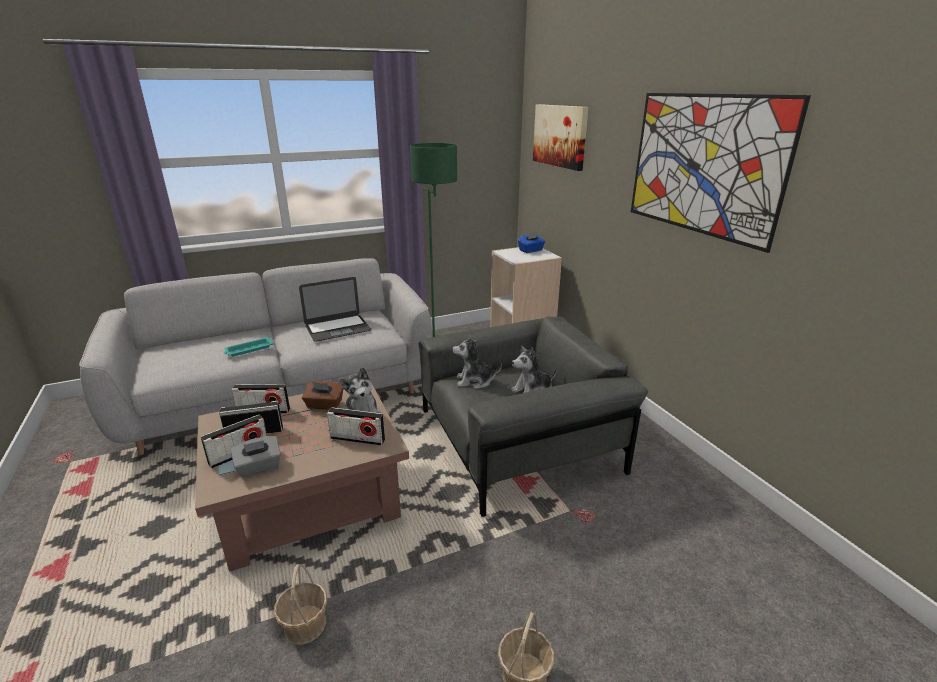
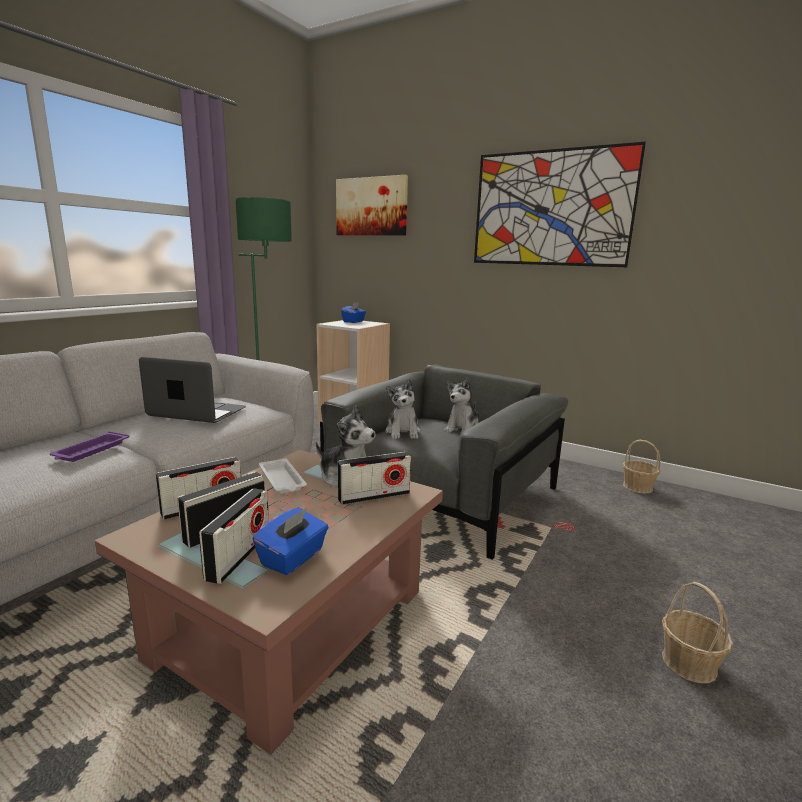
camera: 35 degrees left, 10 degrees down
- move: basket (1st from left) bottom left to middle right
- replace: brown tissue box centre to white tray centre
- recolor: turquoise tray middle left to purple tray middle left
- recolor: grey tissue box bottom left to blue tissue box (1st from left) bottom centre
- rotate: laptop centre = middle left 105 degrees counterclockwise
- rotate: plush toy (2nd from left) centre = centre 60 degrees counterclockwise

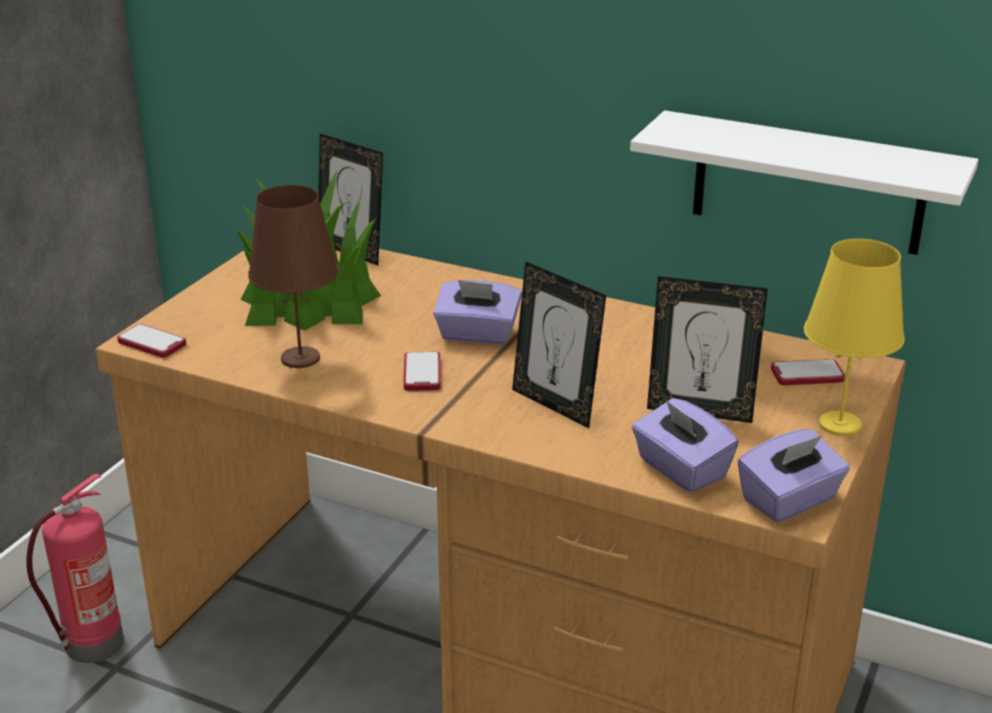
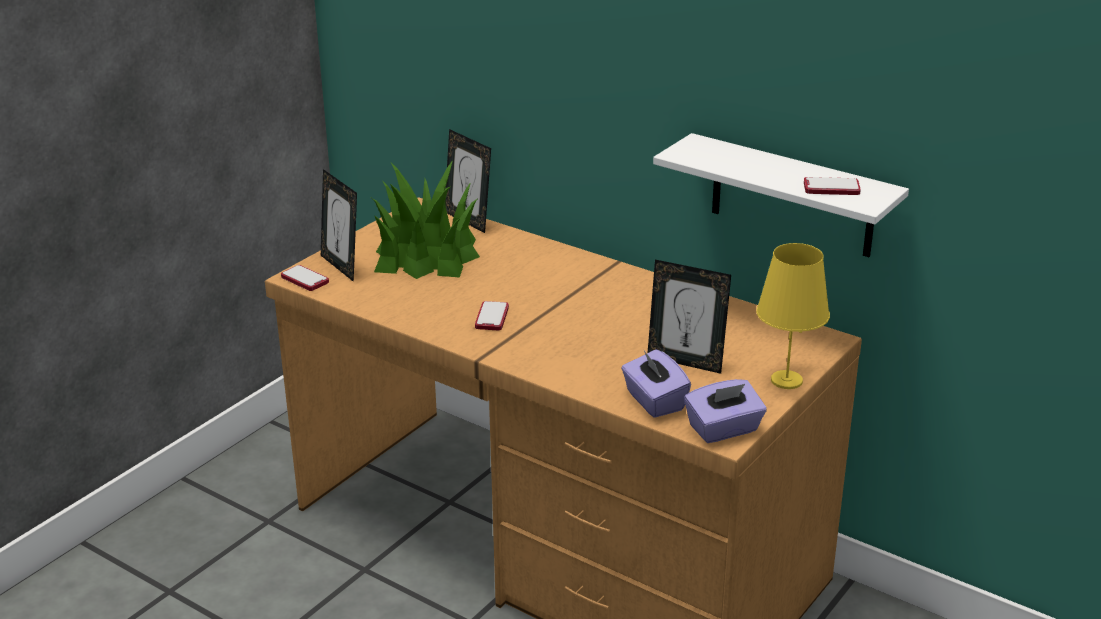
camera: 10 degrees right, 0 degrees up
- delete: fire extinguisher bottom left
- delete: brown table lamp middle left
- delete: purple tissue box (1st from left) centre
- move: picture frame (2nd from left in the first image) centre to picture frame (1st from left) middle left
- move: phone (3rd from left) middle right to top right

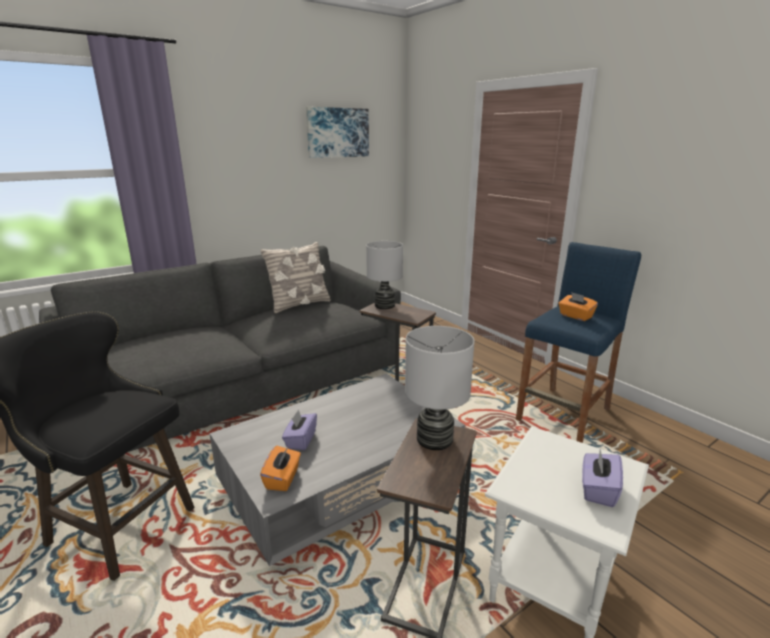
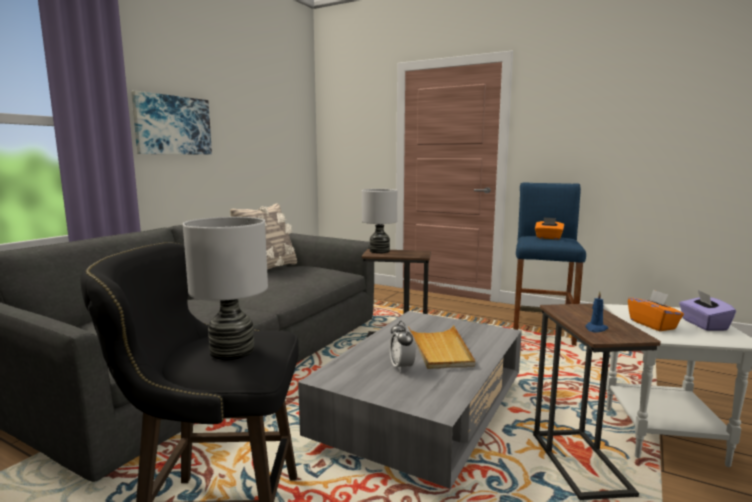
camera: 25 degrees left, 10 degrees down
- insert: beige tray bottom centre
- insert: blue candle middle right
- move: orange tissue box (1st from left in the first image) bottom centre to orange tissue box (2nd from left) middle right
- move: picture top centre to top left
- move: grey table lamp (2nd from left in the first image) centre to grey table lamp (1st from left) middle left
- replace: purple tissue box (1st from left) bottom centre to alarm clock bottom centre

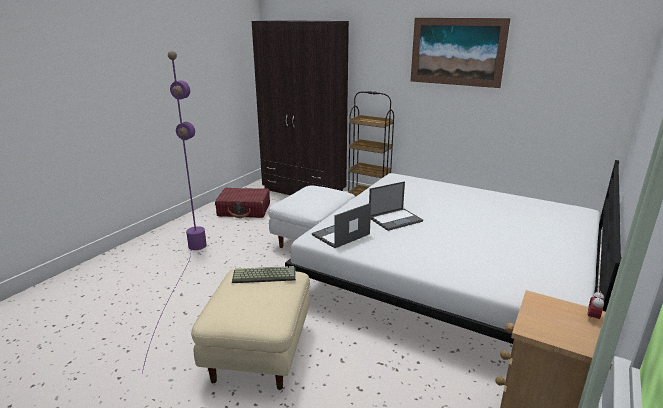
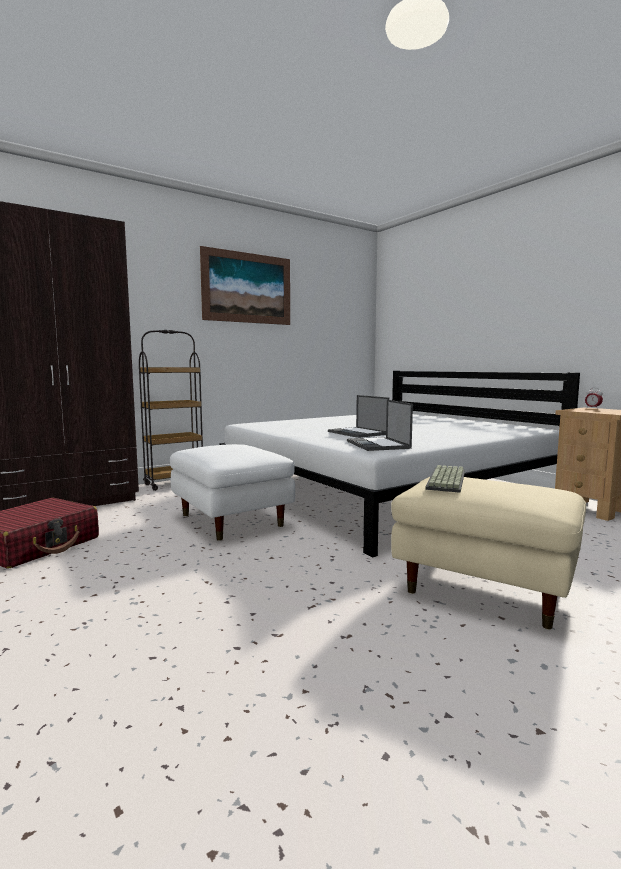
camera: 65 degrees left, 15 degrees down
- delete: purple floor lamp middle left
- rotate: laptop (2nd from left in the first image) centre = centre 150 degrees clockwise

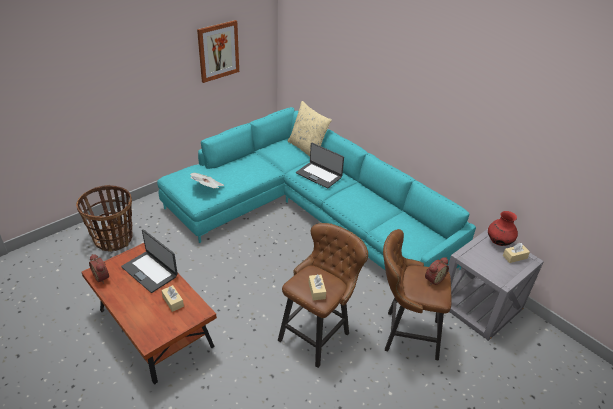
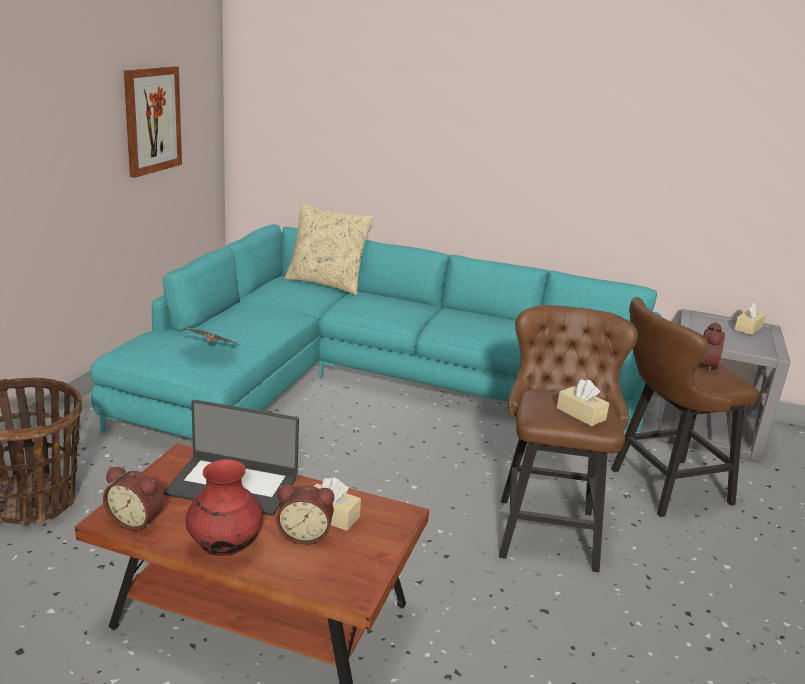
camera: 30 degrees left, 15 degrees down
- delete: laptop (2nd from left) centre
- insert: alarm clock (2nd from left) bottom centre
- move: red vase middle right to bottom left

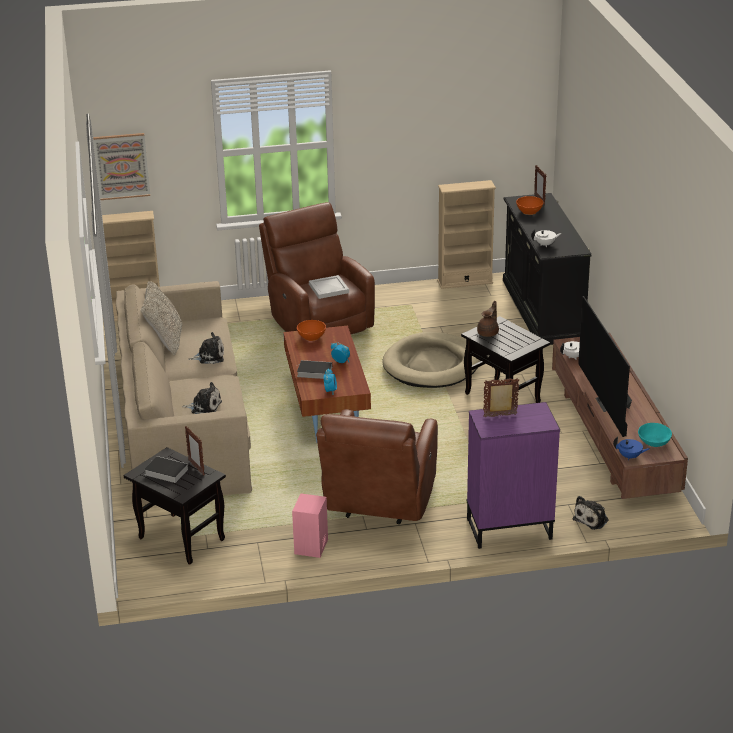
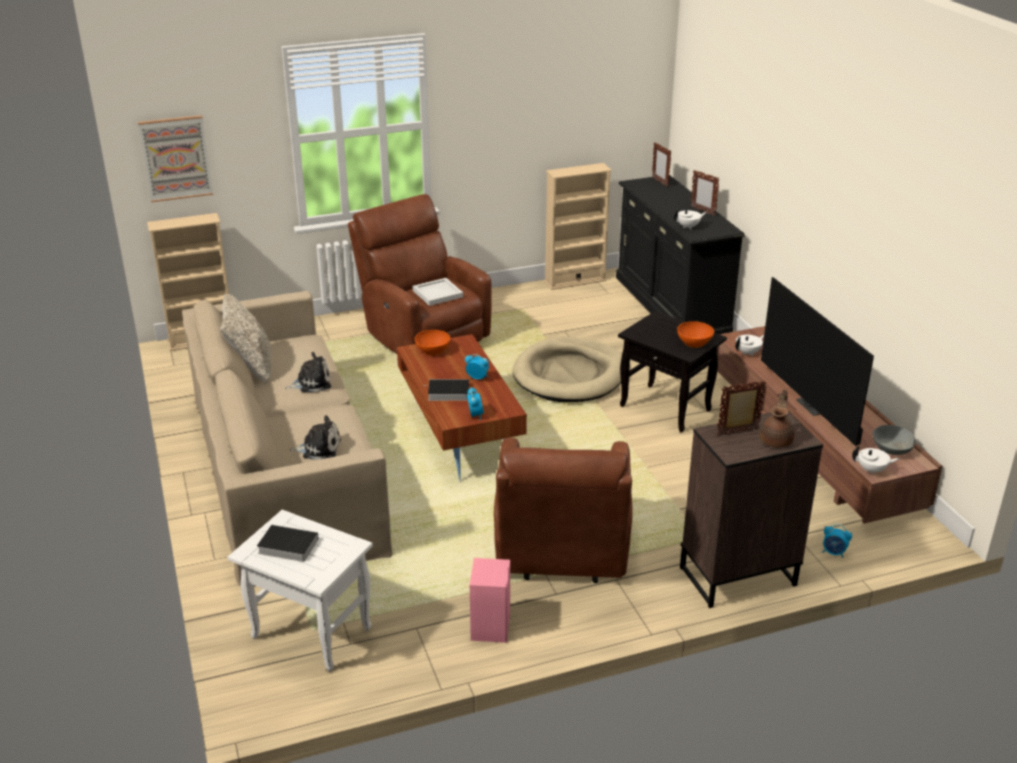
camera: 10 degrees left, 0 degrees up
- move: picture frame (1st from left in the first image) middle left to picture frame (2nd from left) top right
- move: brown teapot centre to middle right
- move: orange bowl (2nd from left) top right to middle right
- replace: plush toy (3rd from left) bottom right to alarm clock (3rd from left) bottom right
- recolor: black side table (1st from left) bottom left to white side table bottom left
- recolor: purple dresser middle right to brown dresser bottom right
- recolor: blue teapot middle right to white teapot (3rd from left) middle right
- recolor: turquoise bowl middle right to grey bowl middle right

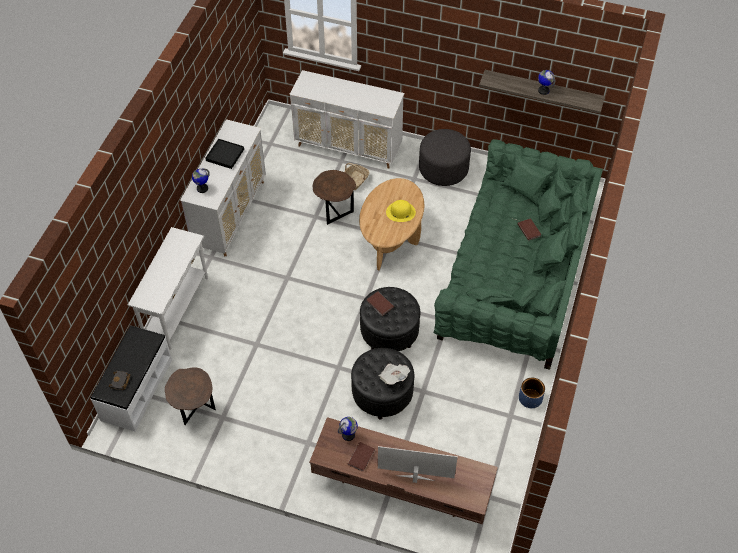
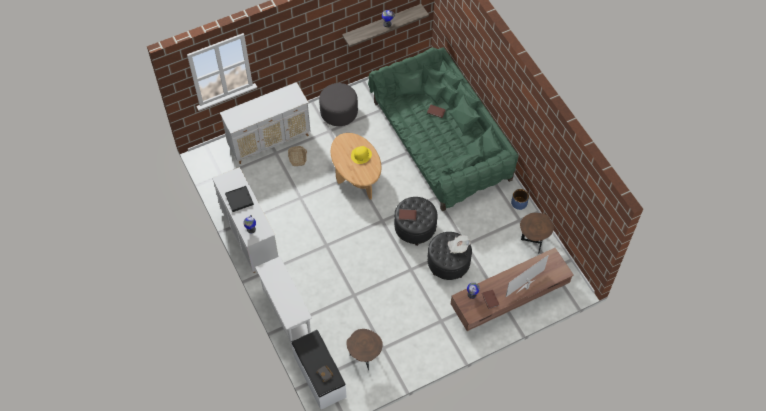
camera: 45 degrees left, 5 degrees up
- move: brown side table (2nd from left) centre to middle right

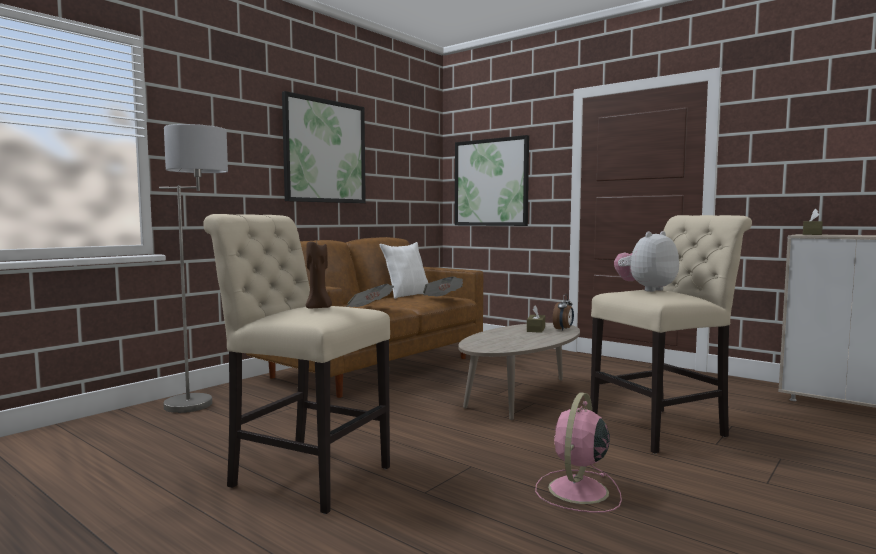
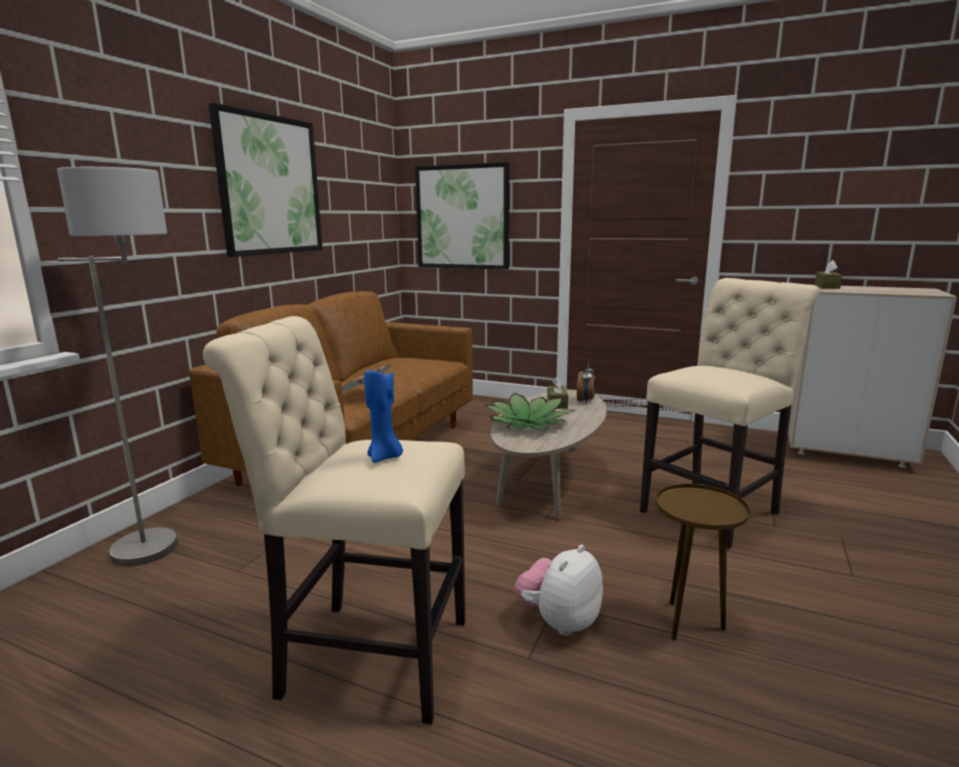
camera: 15 degrees left, 10 degrees up
- delete: white pillow centre
- delete: newspaper (2nd from left) centre
- insert: potted plant centre
- move: plush toy middle right to bottom centre
- replace: pink fan bottom centre to brown side table bottom right
- recolor: brown candle centre to blue candle centre

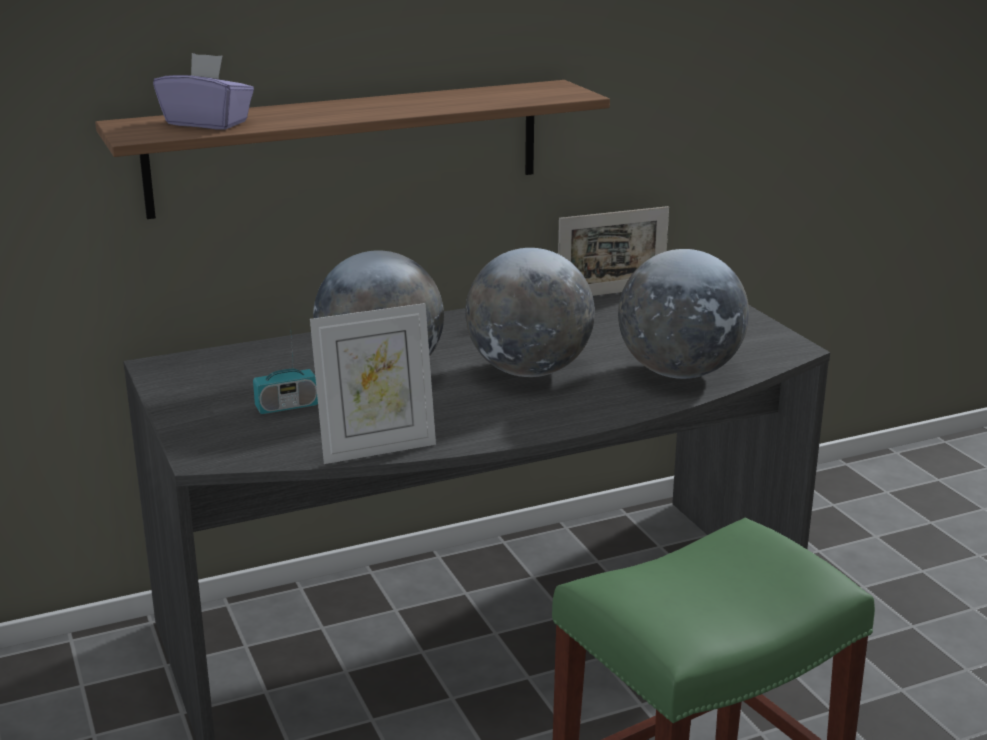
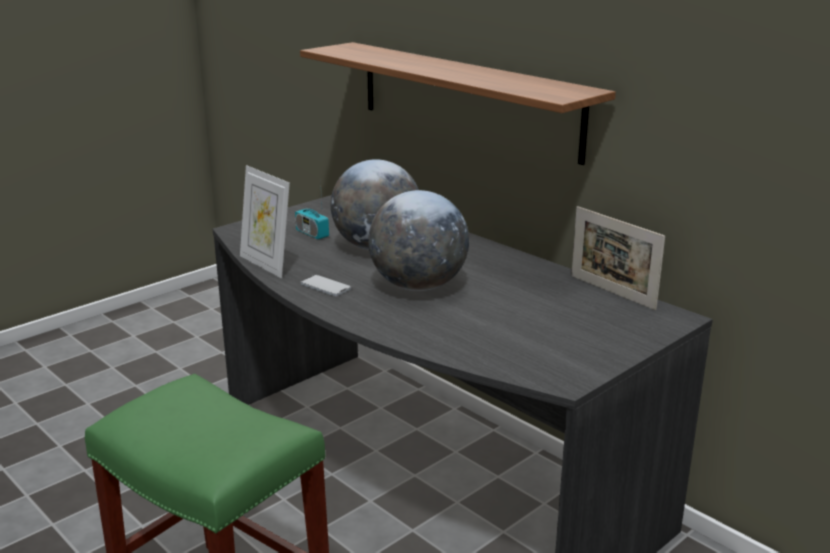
camera: 70 degrees right, 0 degrees up
- delete: purple tissue box top left
- delete: globe (3rd from left) middle right
- insert: phone centre

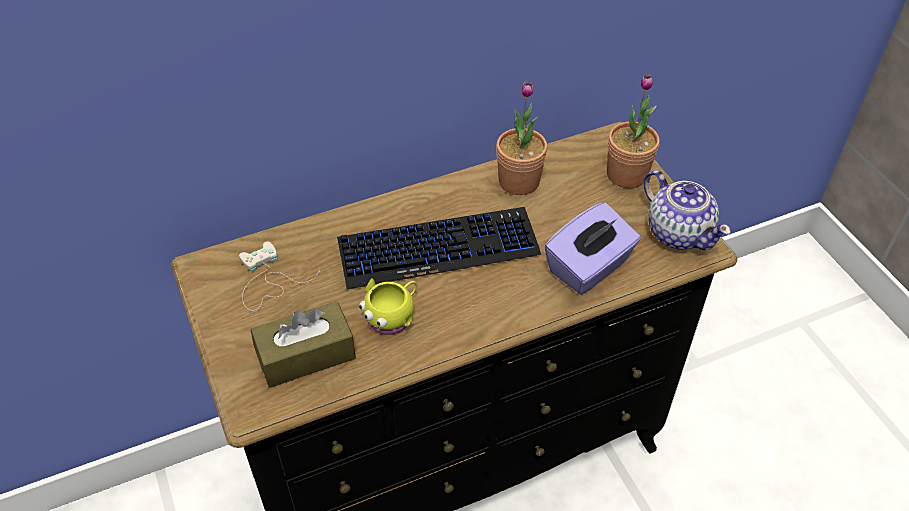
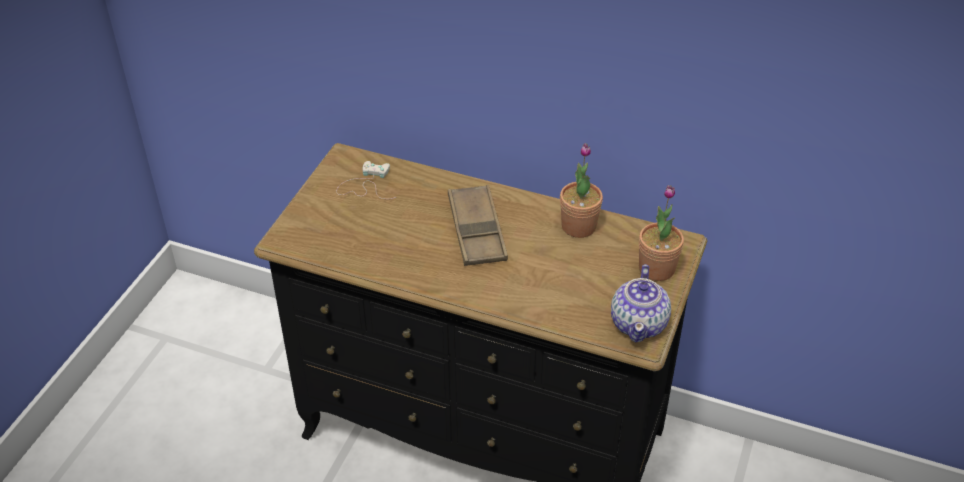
camera: 45 degrees right, 5 degrees down
- delete: brown tissue box bottom centre
- delete: yellow mug centre
- delete: purple tissue box centre
- replace: keyboard centre to brown tray centre

